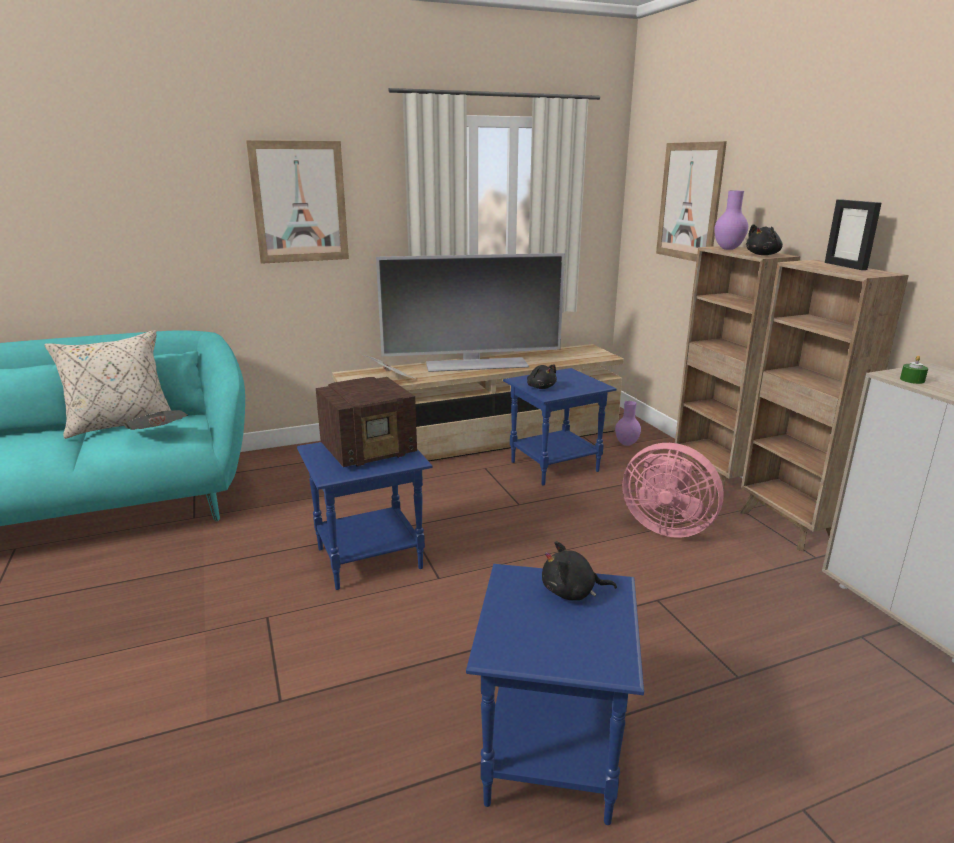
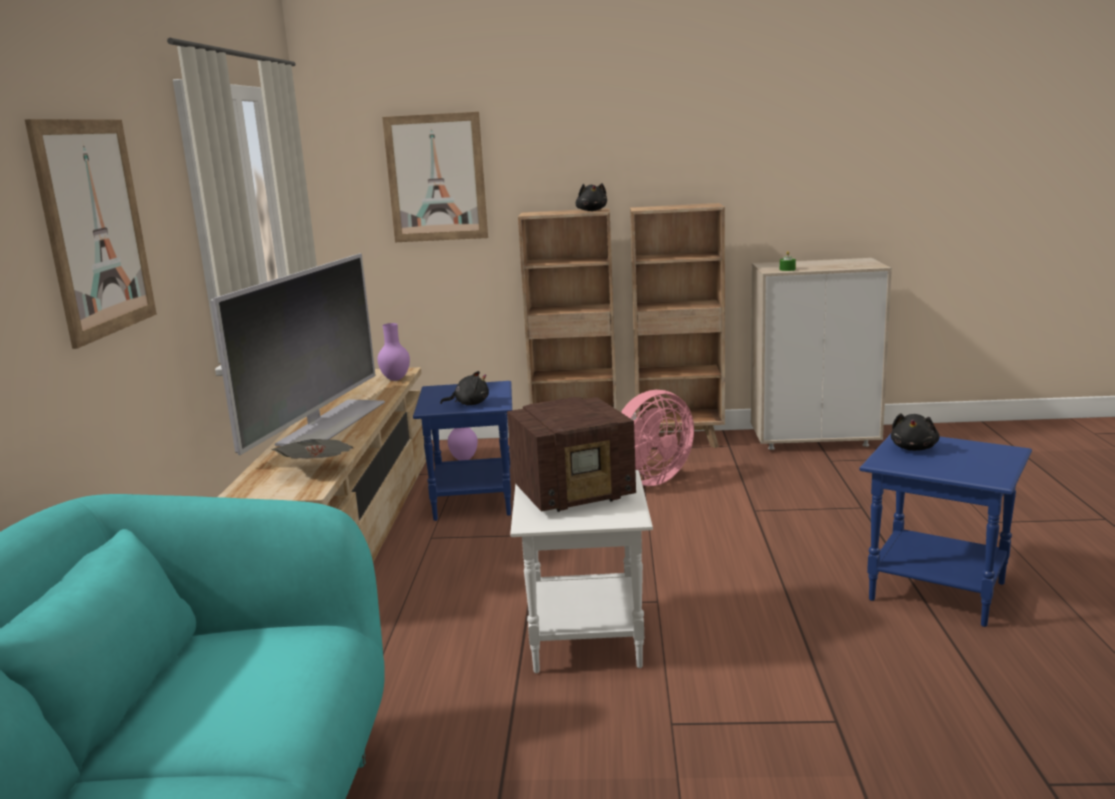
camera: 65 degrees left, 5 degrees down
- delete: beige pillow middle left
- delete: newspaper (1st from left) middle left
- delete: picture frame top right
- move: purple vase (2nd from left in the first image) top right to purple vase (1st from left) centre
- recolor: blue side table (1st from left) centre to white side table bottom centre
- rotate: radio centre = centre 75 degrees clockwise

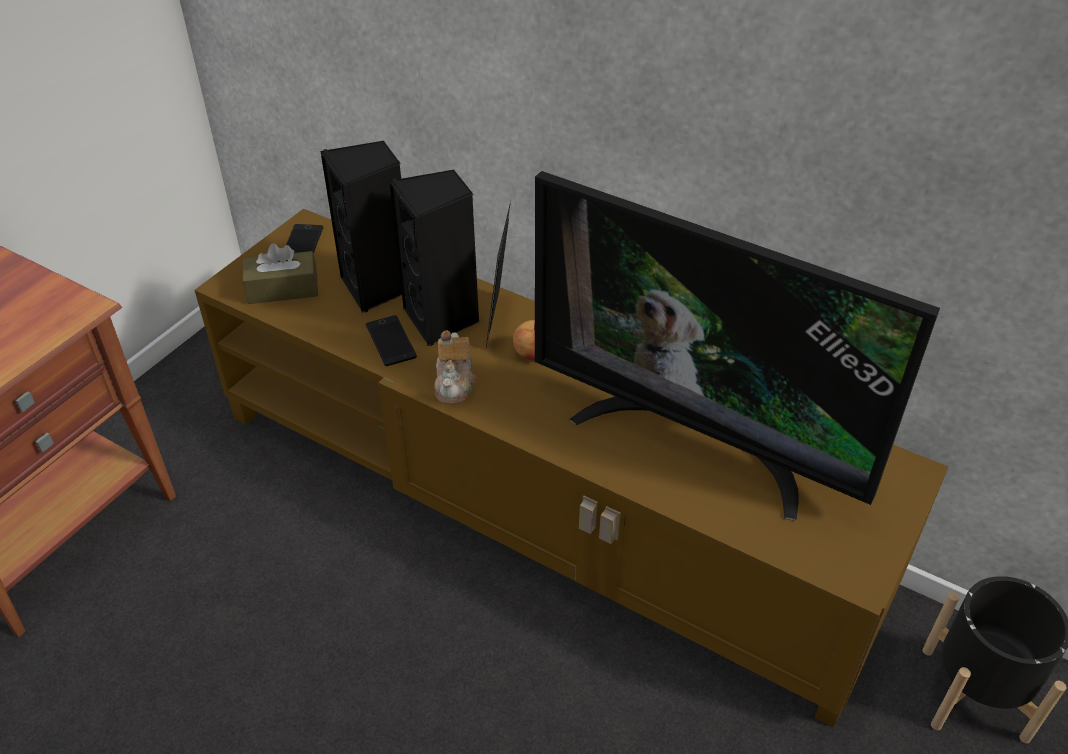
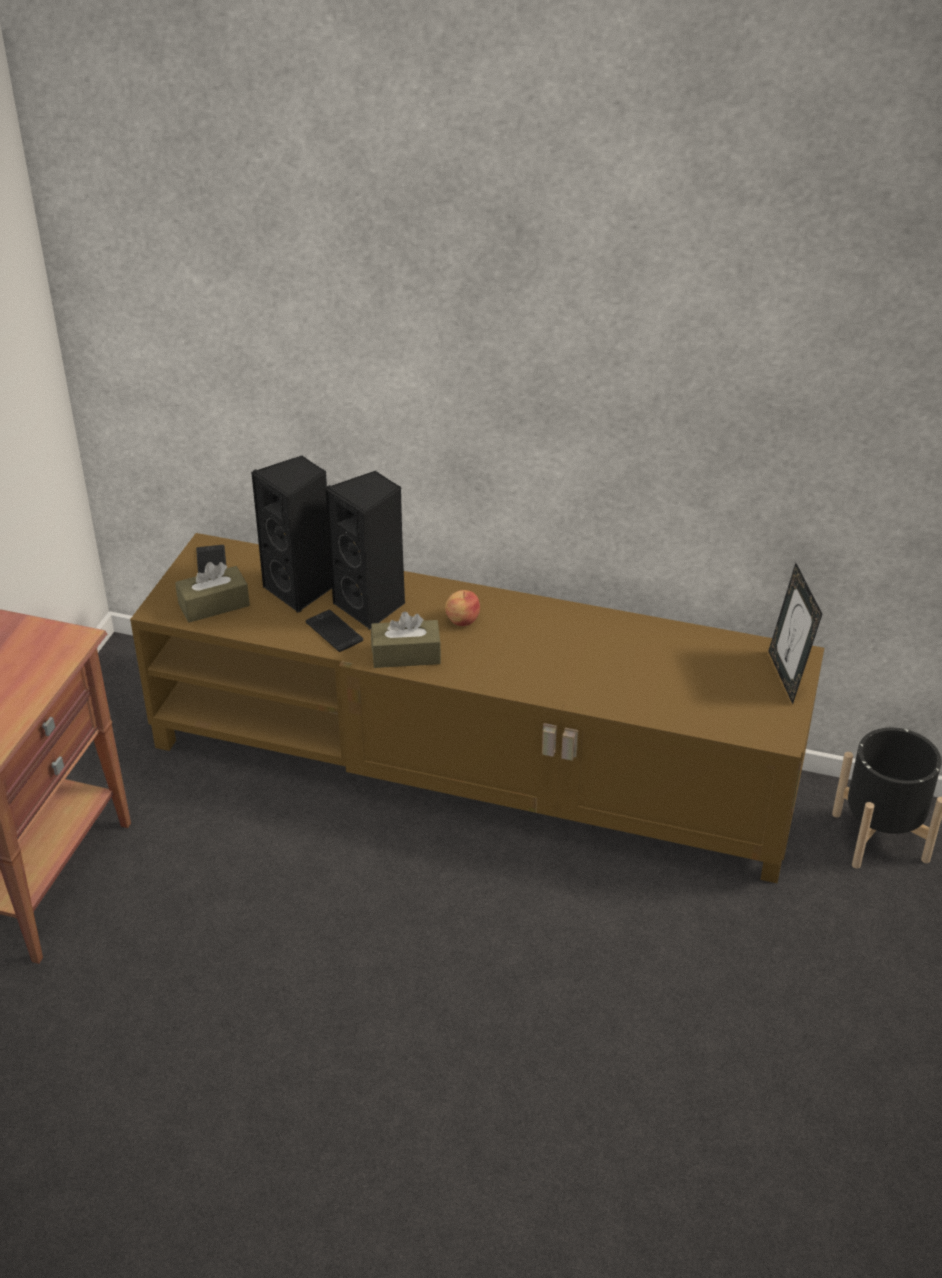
camera: 15 degrees left, 5 degrees down
- delete: television middle right
- move: picture frame centre to middle right
- replace: teapot centre to brown tissue box (2nd from left) centre

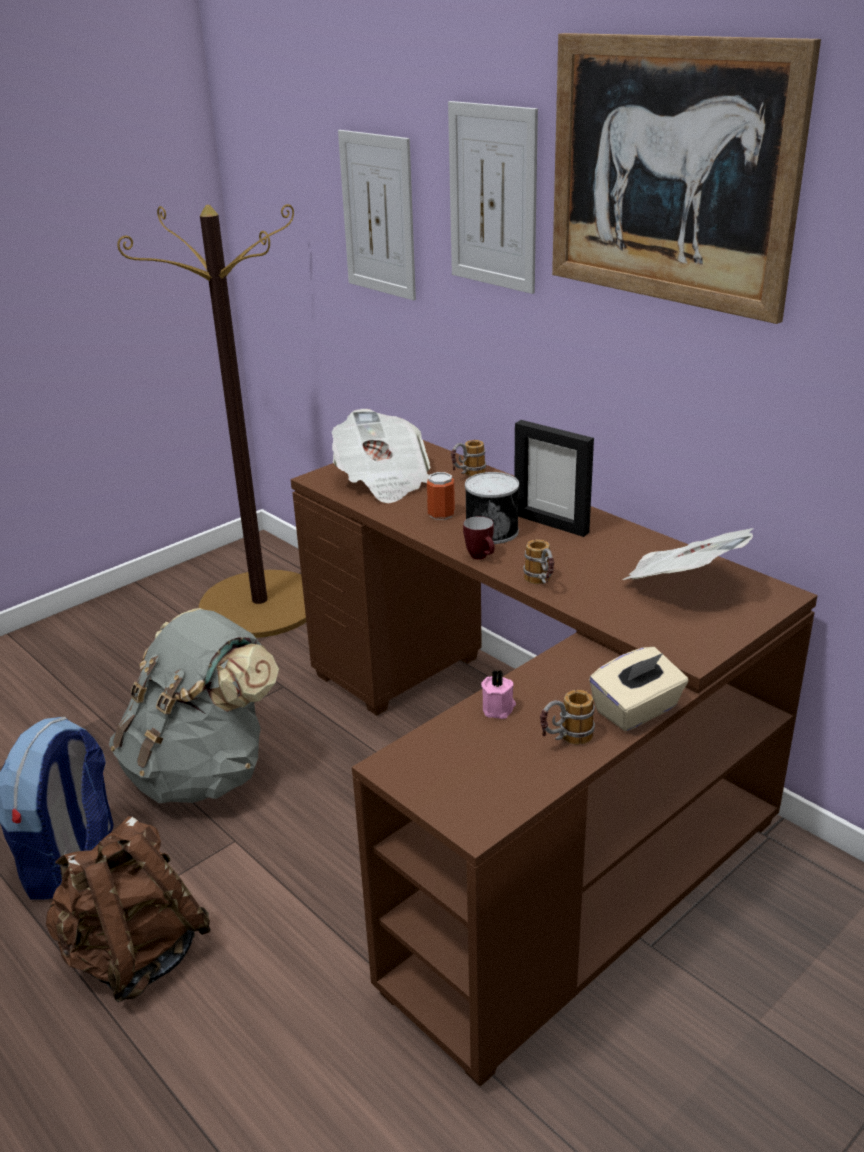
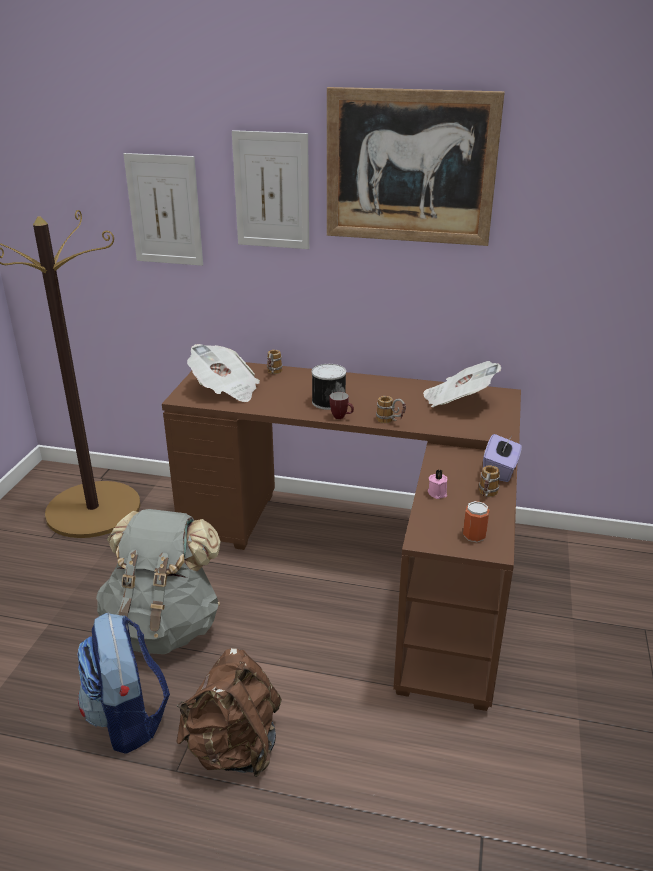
camera: 35 degrees left, 0 degrees up
- delete: picture frame centre
- move: can (1st from left in the first image) centre to can (2nd from left) middle right
- recolor: beige tissue box middle right to purple tissue box middle right

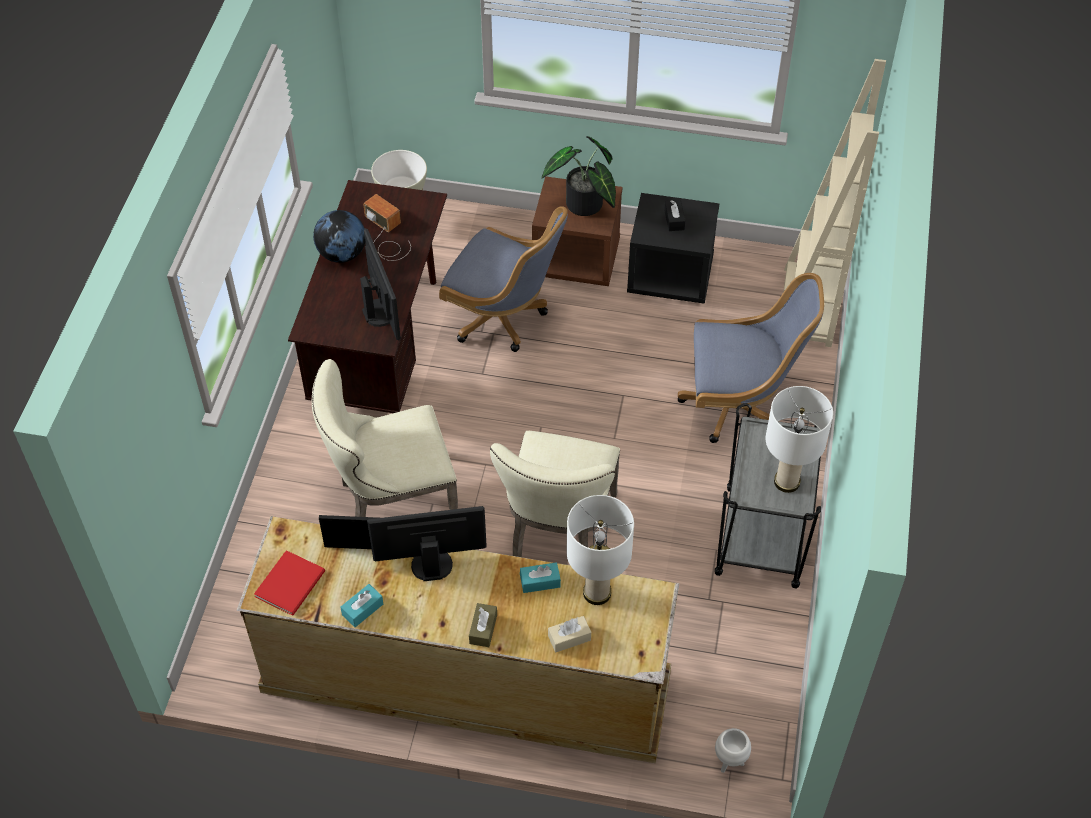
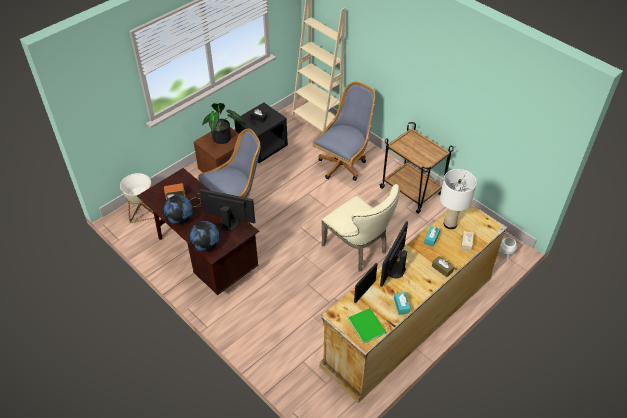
camera: 55 degrees left, 5 degrees down
- delete: beige chair (1st from left) centre
- delete: white table lamp (2nd from left) middle right
- insert: globe (2nd from left) middle left
- recolor: red book bottom left to green book bottom centre
- recolor: grey cart middle right to brown cart centre

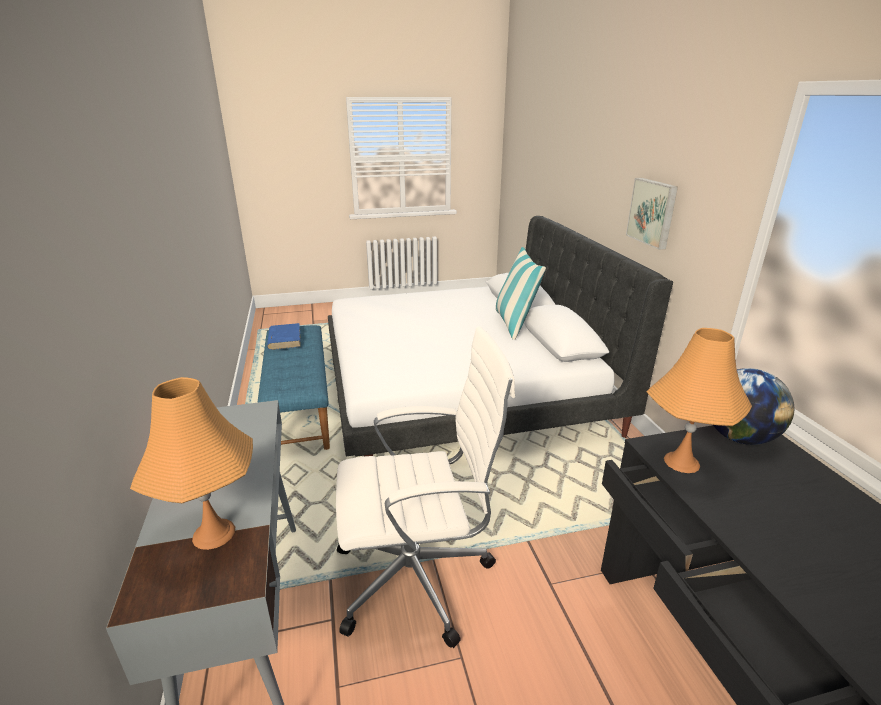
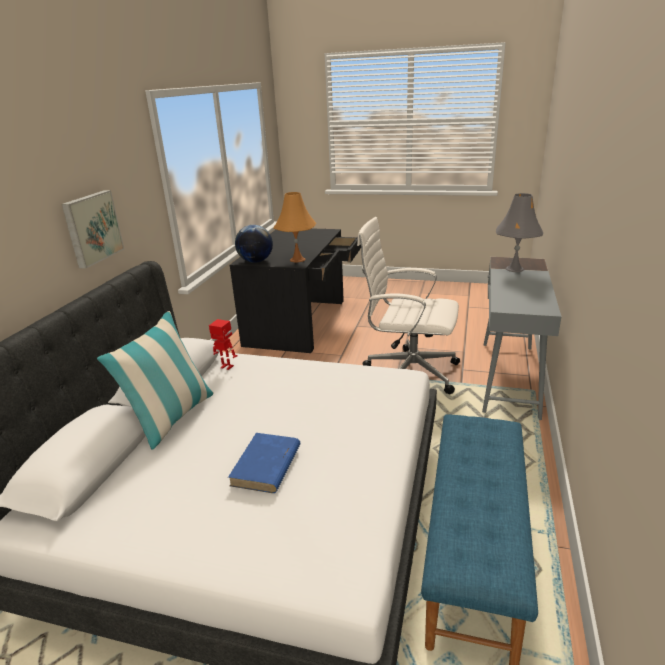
camera: 150 degrees left, 0 degrees up
- insert: toy robot centre
- move: blue book middle left to bottom centre
- recolor: orange table lamp (1st from left) middle left to grey table lamp middle right

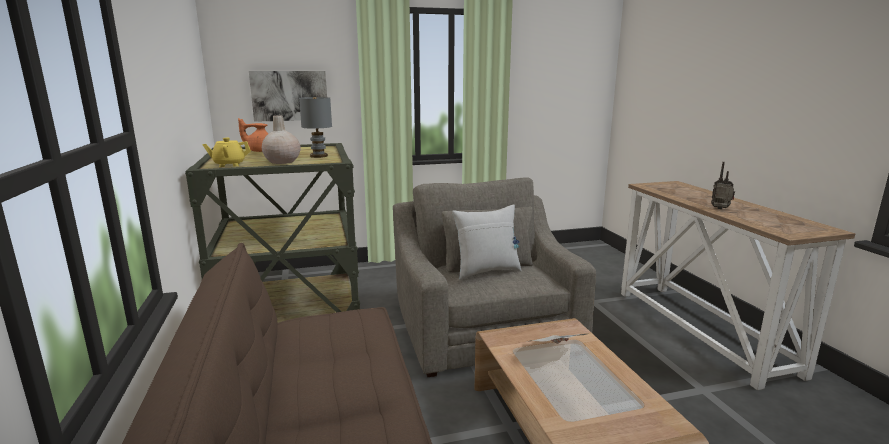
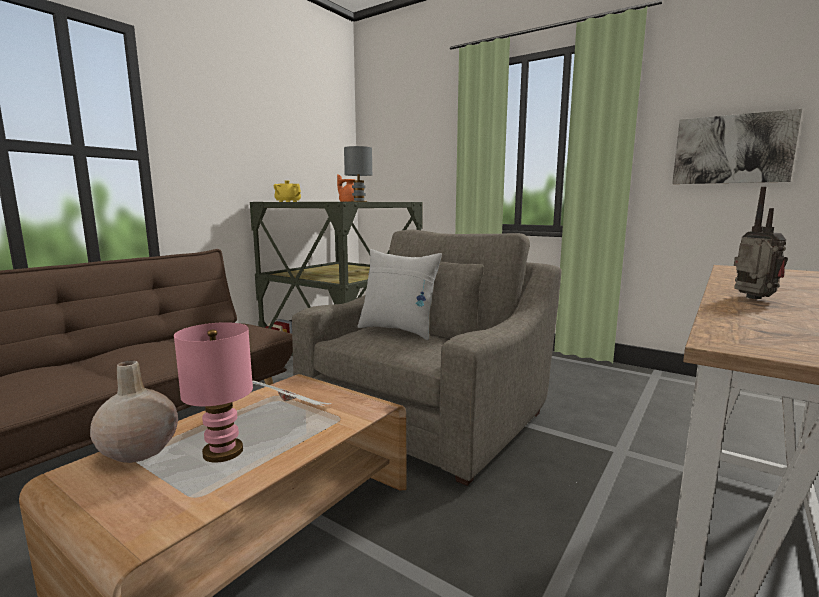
camera: 50 degrees right, 5 degrees down
- insert: pink table lamp middle left
- move: picture top left to top right
- move: beige vase top left to bottom left

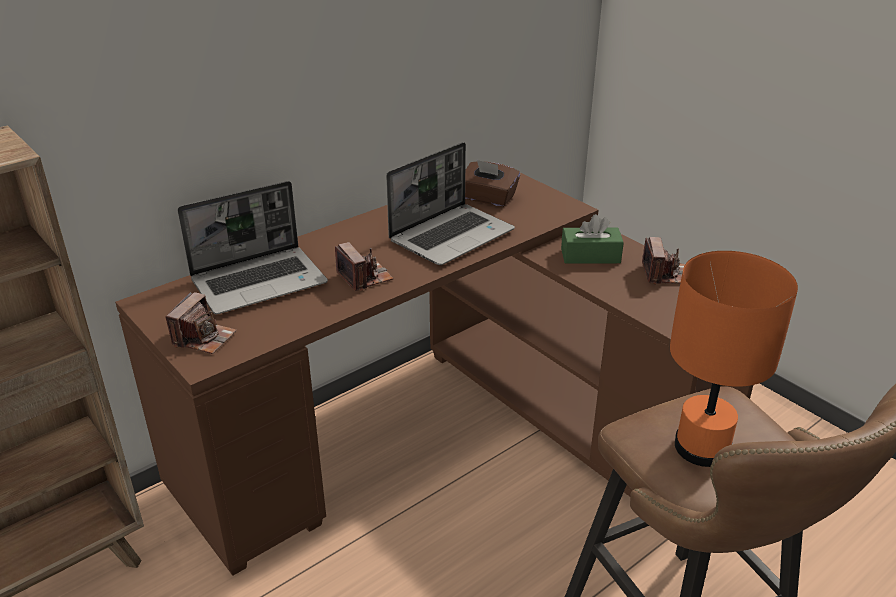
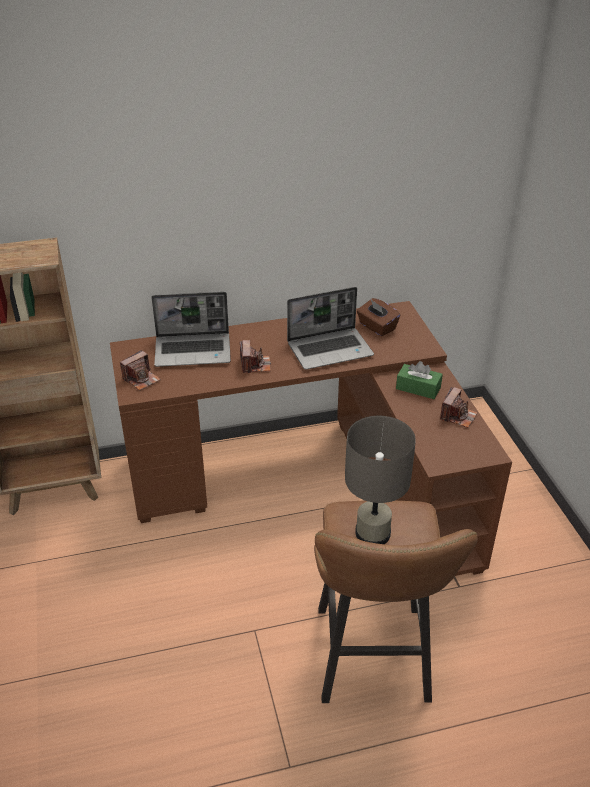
camera: 25 degrees right, 5 degrees up
- recolor: orange table lamp middle right to grey table lamp centre

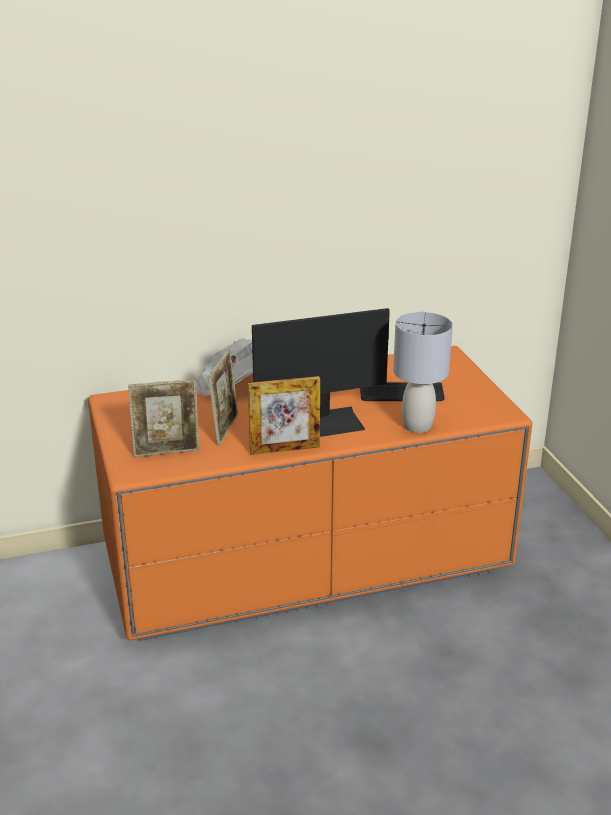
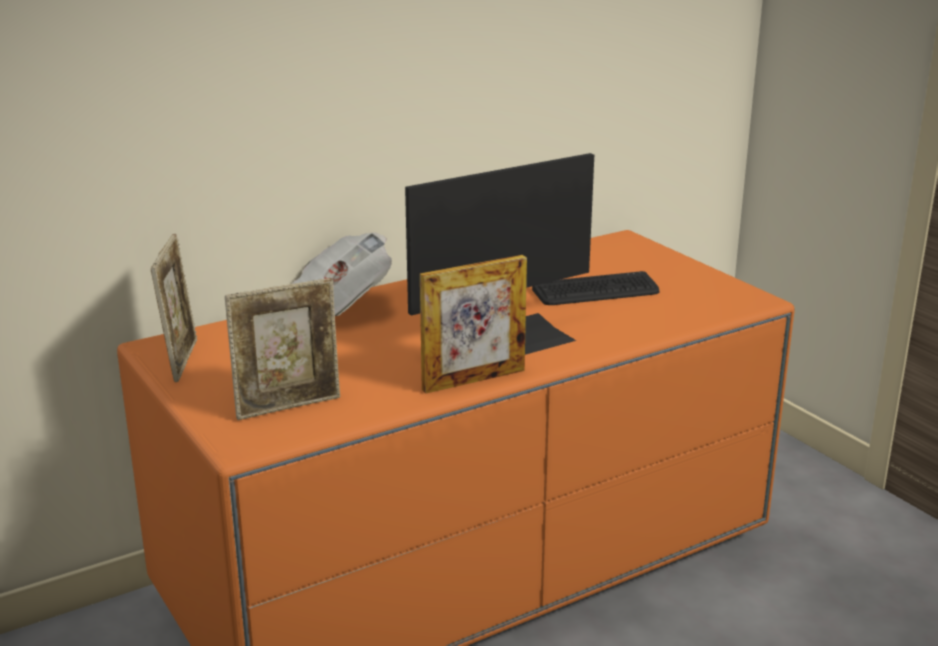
camera: 15 degrees left, 5 degrees down
- delete: grey table lamp middle right
- move: picture frame (2nd from left in the first image) centre to picture frame (1st from left) middle left

